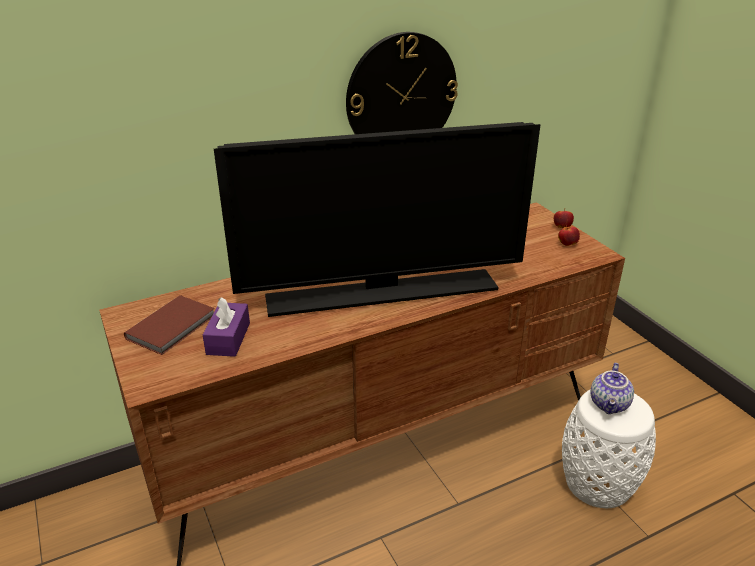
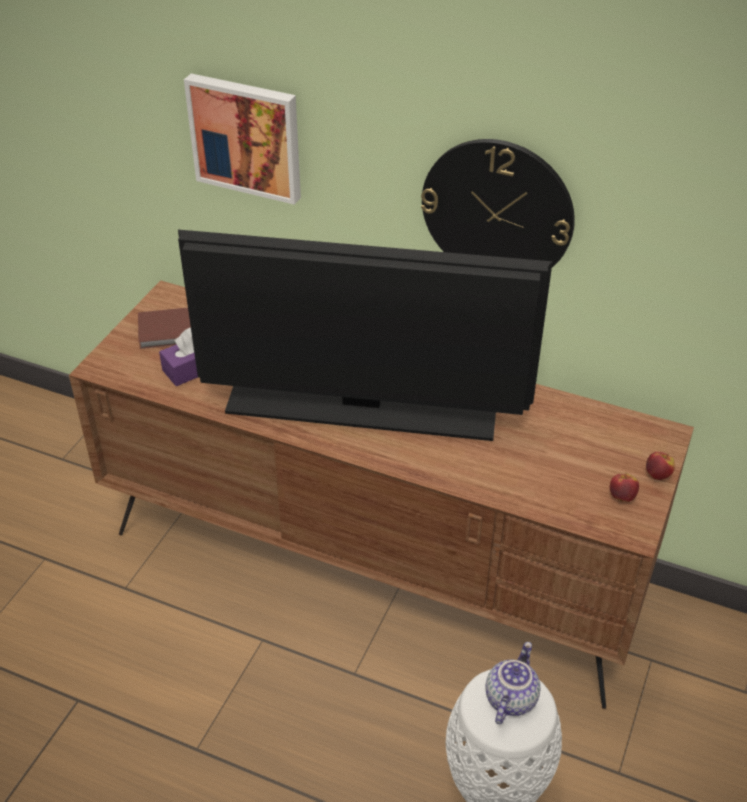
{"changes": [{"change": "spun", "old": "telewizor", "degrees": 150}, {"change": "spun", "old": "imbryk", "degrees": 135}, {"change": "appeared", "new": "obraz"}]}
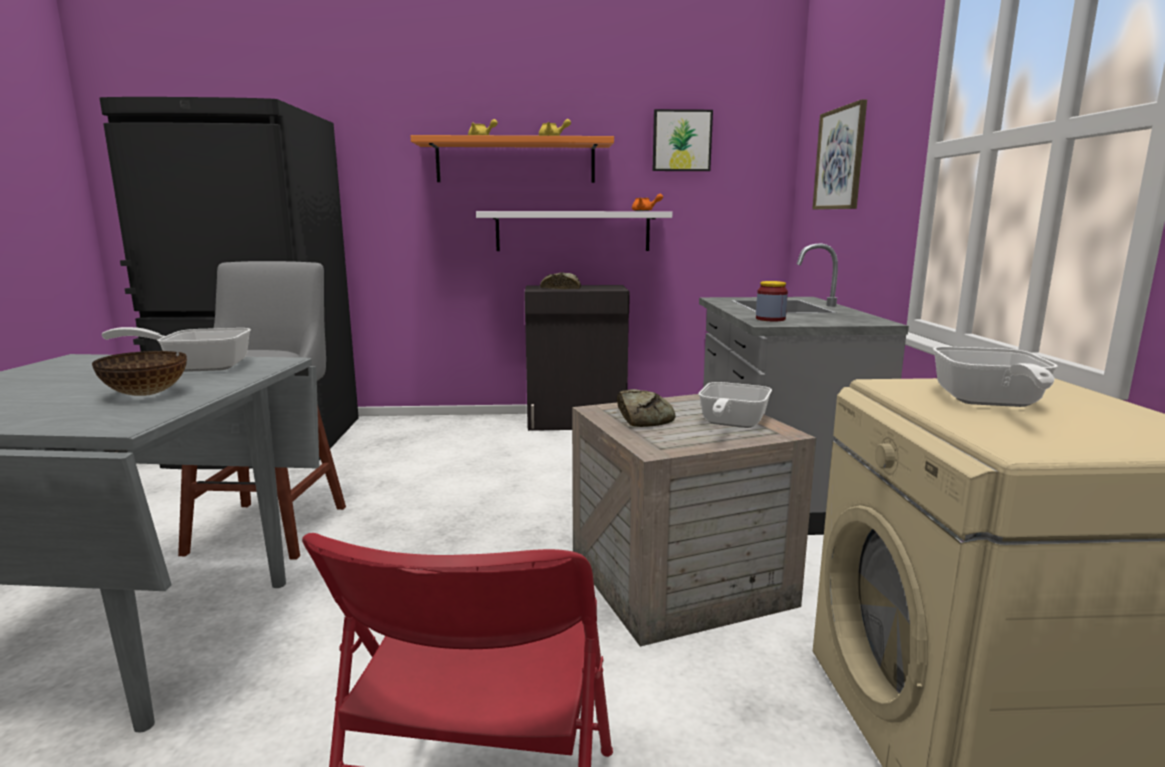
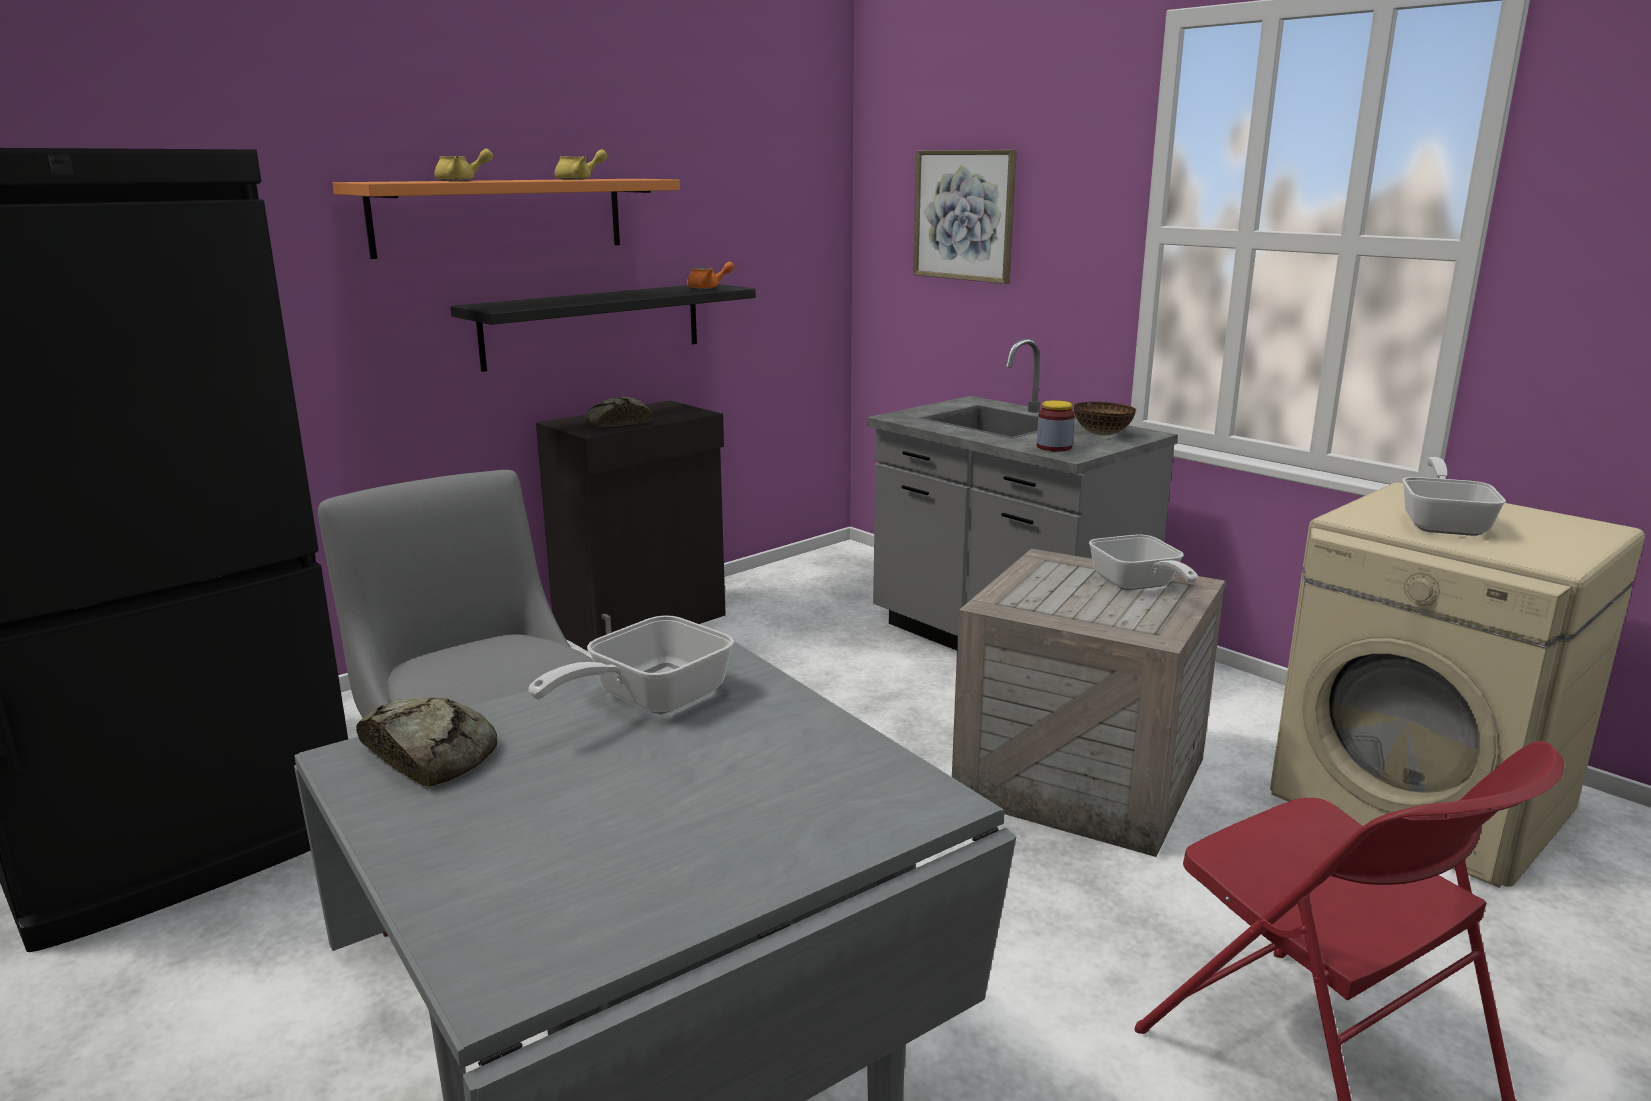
{"changes": [{"change": "relocated", "old": "miska"}, {"change": "colour", "old": "półka/biały", "new": "półka/czarny"}, {"change": "relocated", "old": "chleb (no. 2 from left in the first image)", "new": "chleb (no. 1 from left)"}, {"change": "missing", "old": "obraz (no. 1 from left)"}, {"change": "spun", "old": "patelnia (no. 3 from left)", "degrees": -135}]}
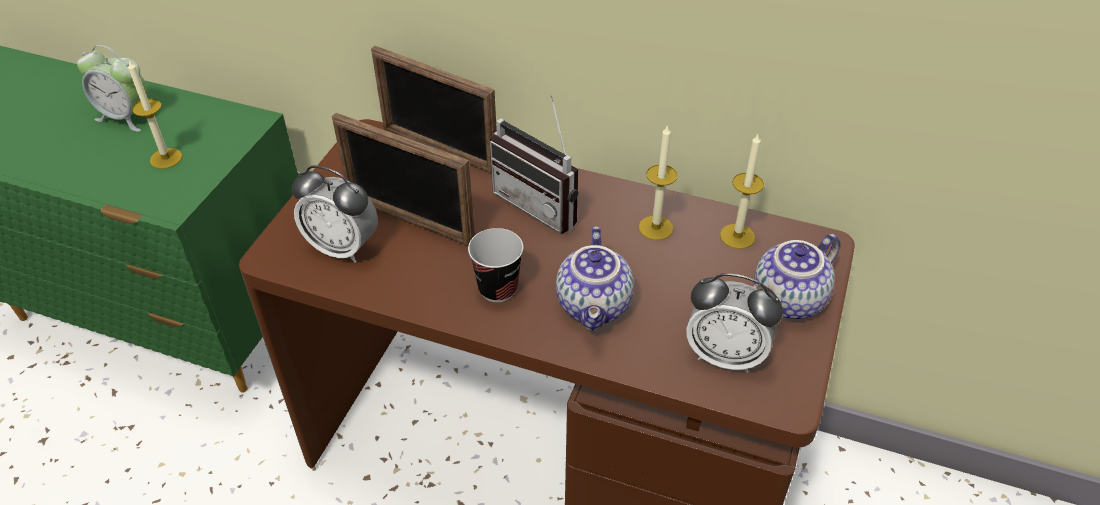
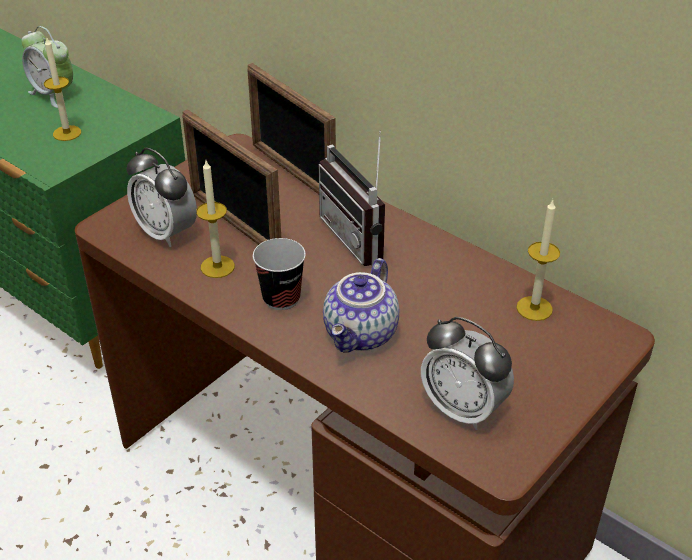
{"changes": [{"change": "relocated", "old": "świeca (no. 2 from left)"}, {"change": "missing", "old": "imbryk (no. 2 from left)"}]}
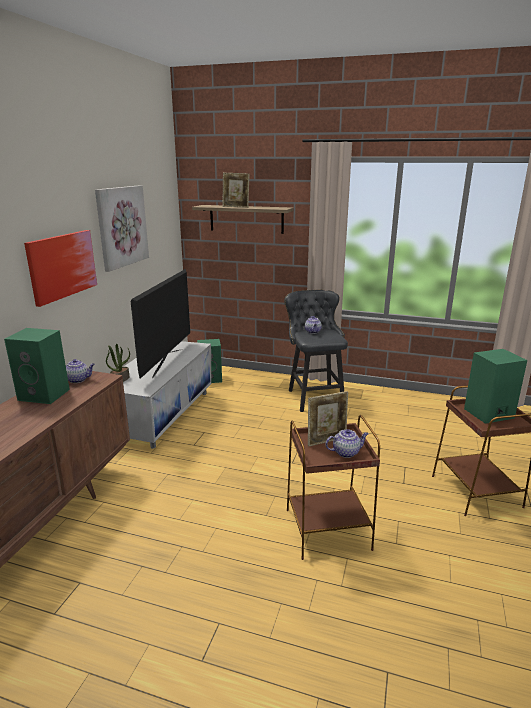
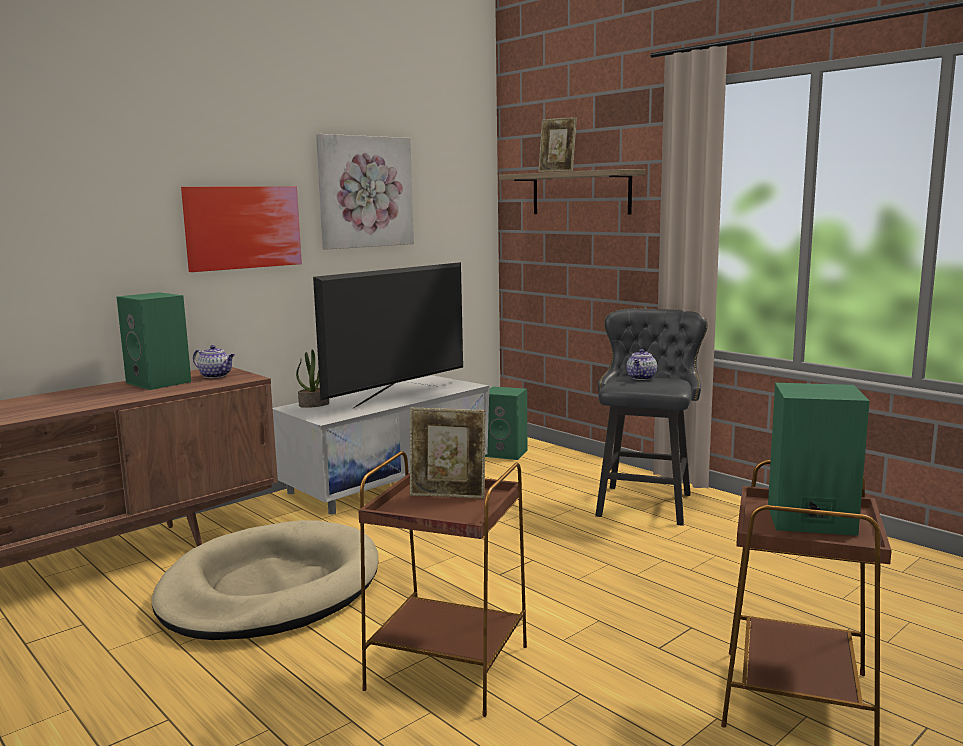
{"changes": [{"change": "missing", "old": "imbryk (no. 3 from left)"}, {"change": "appeared", "new": "legowisko/beżowy"}]}
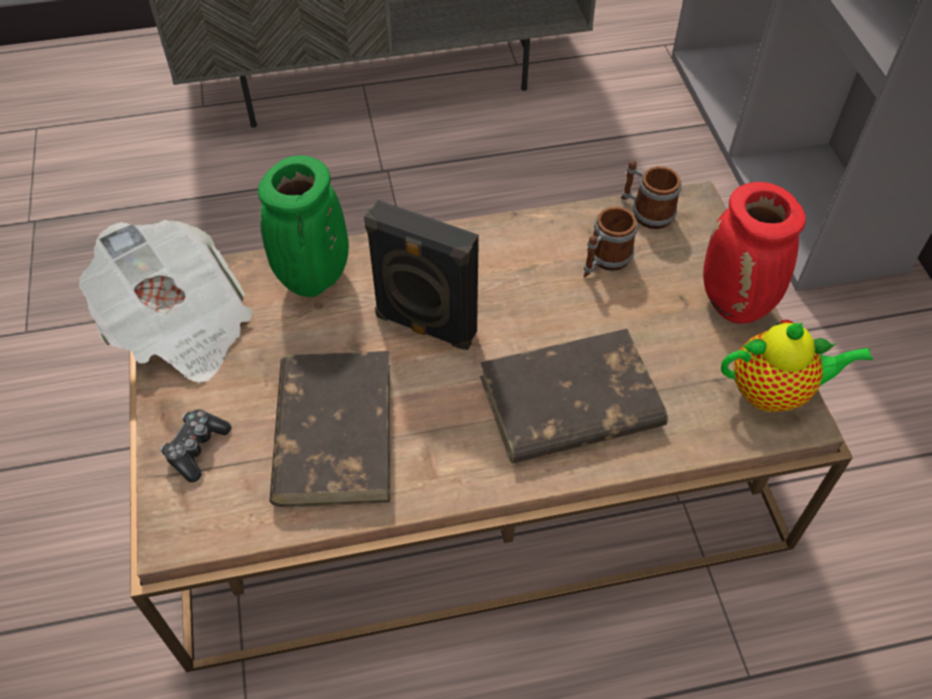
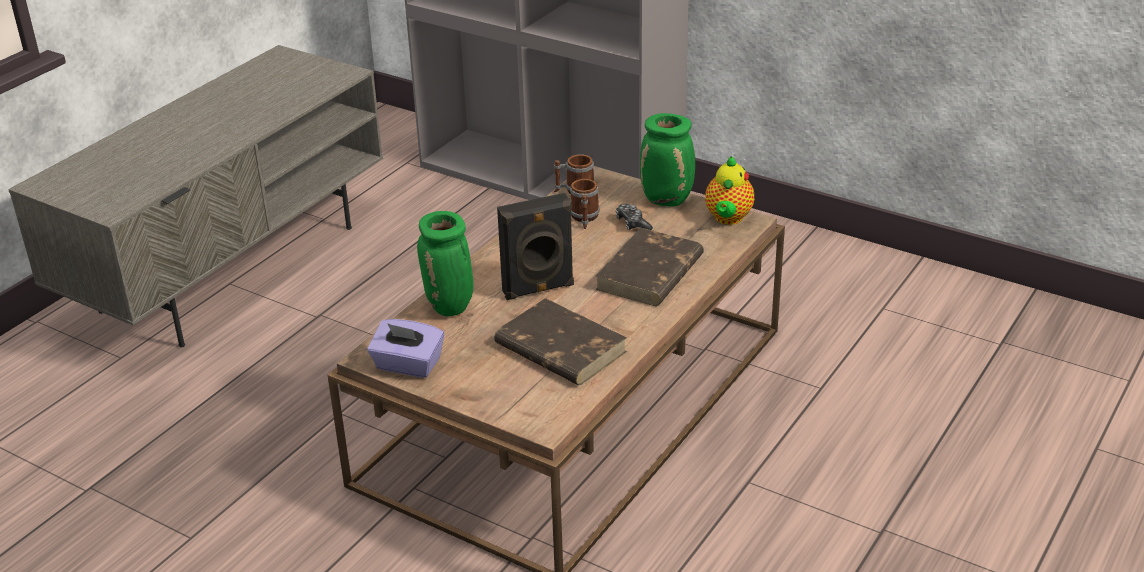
{"changes": [{"change": "exchanged", "old": "gazeta", "new": "pudełko chusteczek/fioletowy"}, {"change": "relocated", "old": "pad do gier"}, {"change": "colour", "old": "wazon/czerwony", "new": "wazon/zielony (no. 2 from left)"}, {"change": "spun", "old": "imbryk", "degrees": 150}]}
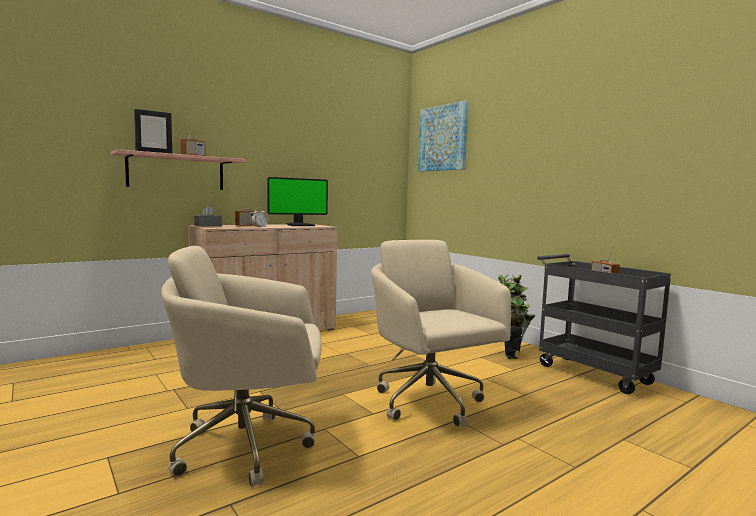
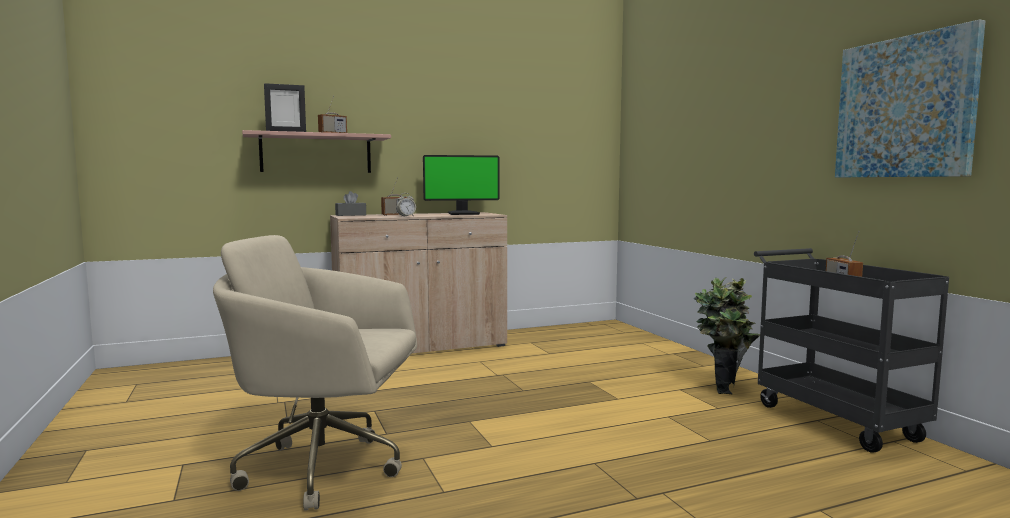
{"changes": [{"change": "missing", "old": "krzesło biurowe/beżowy (no. 2 from left)"}, {"change": "relocated", "old": "obraz"}]}
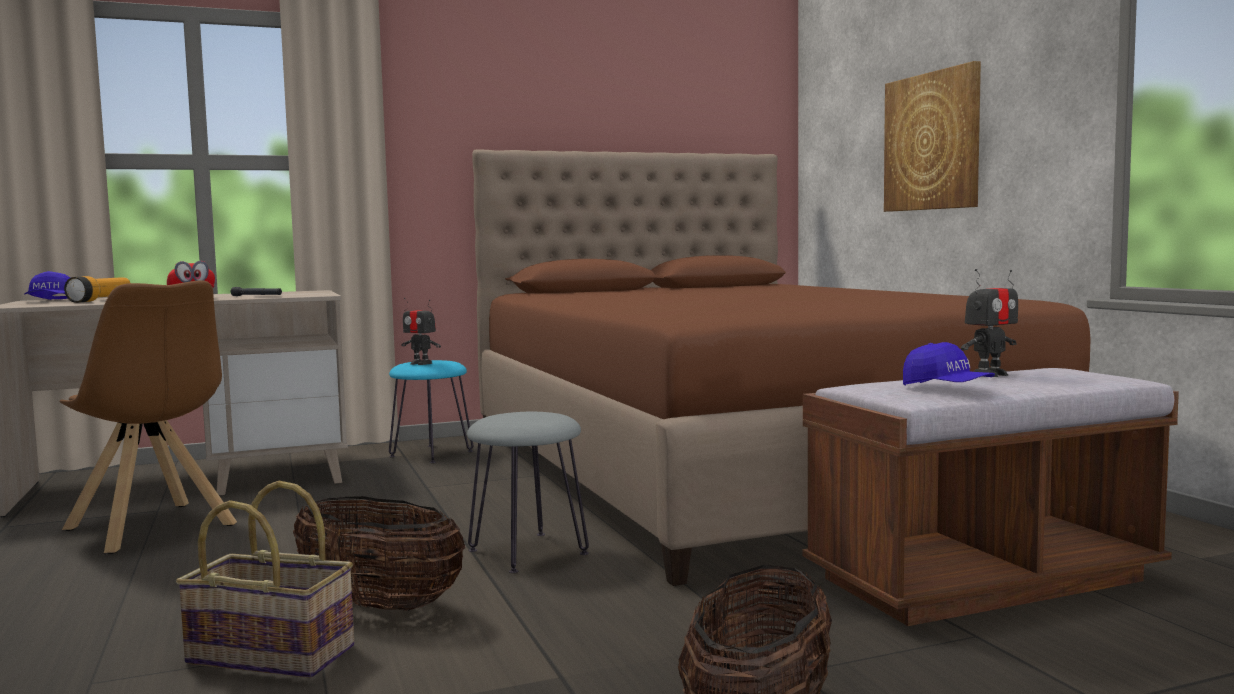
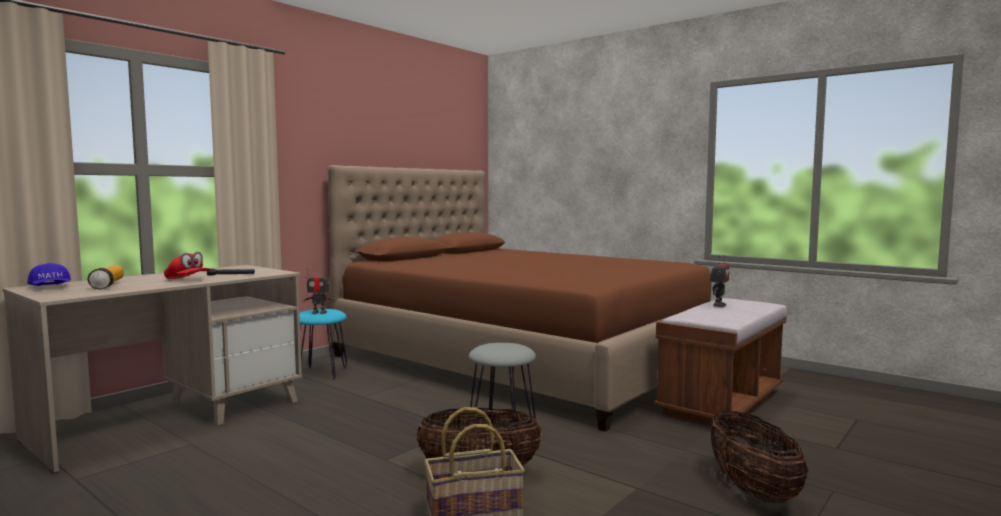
{"changes": [{"change": "missing", "old": "krzesło/brązowy"}, {"change": "missing", "old": "obraz"}, {"change": "missing", "old": "czapka z daszkiem/niebieski (no. 2 from left)"}]}
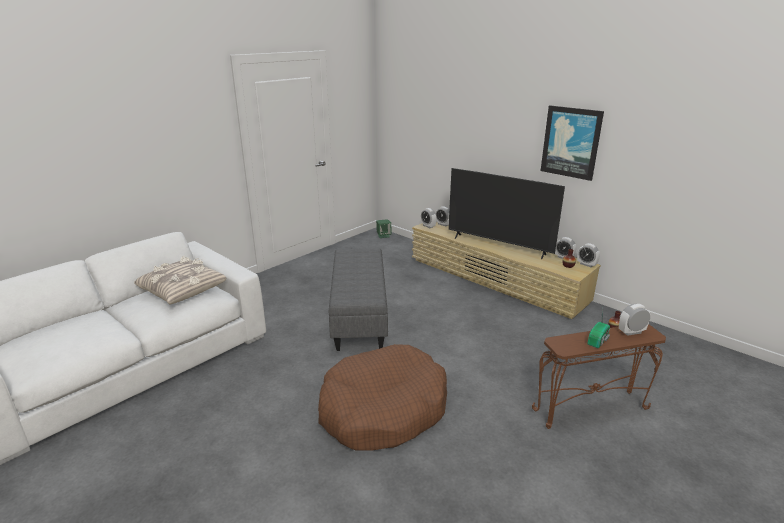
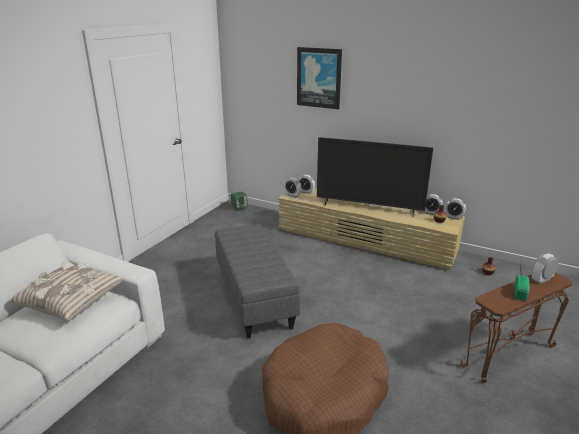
{"changes": [{"change": "relocated", "old": "obraz"}]}
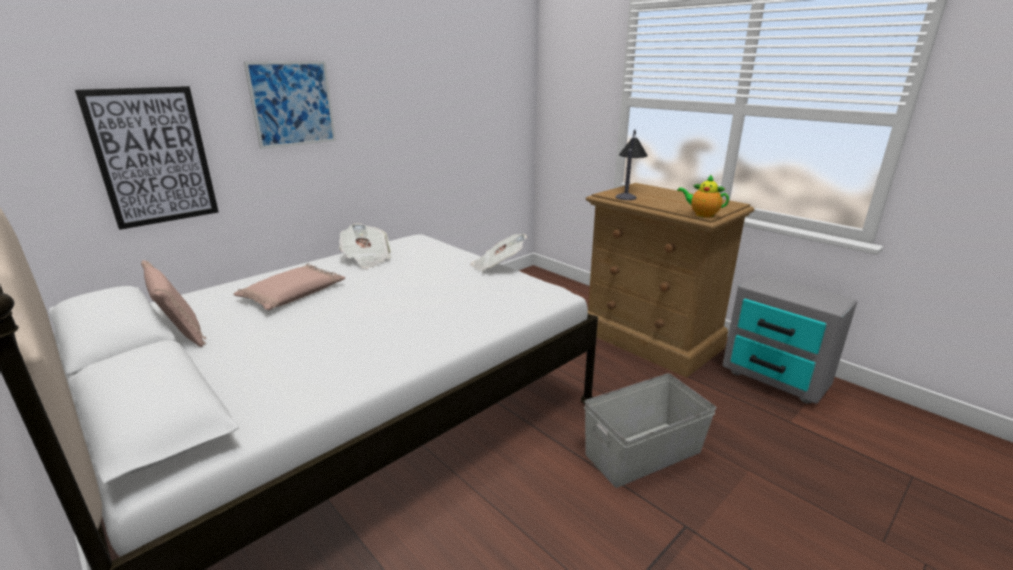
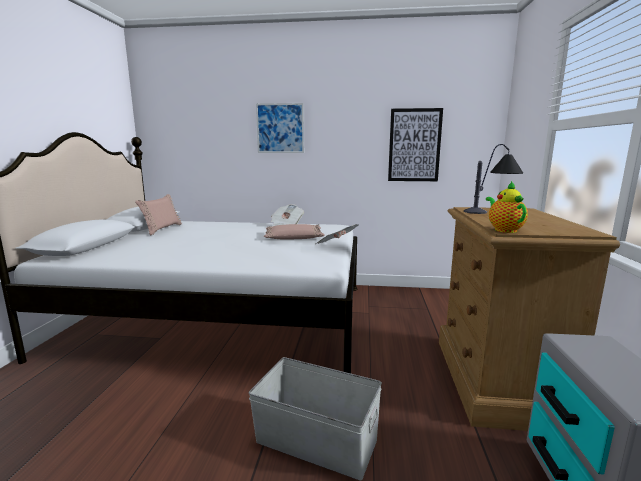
{"changes": [{"change": "relocated", "old": "obraz (no. 1 from left in the first image)", "new": "obraz (no. 2 from left)"}, {"change": "relocated", "old": "poduszka/beżowy (no. 2 from left)"}]}
